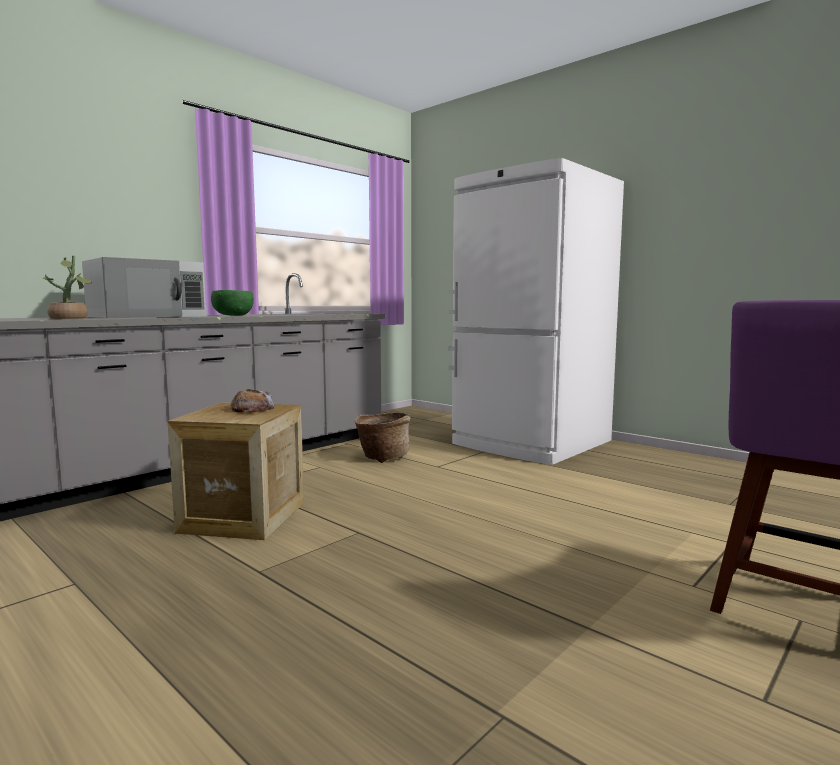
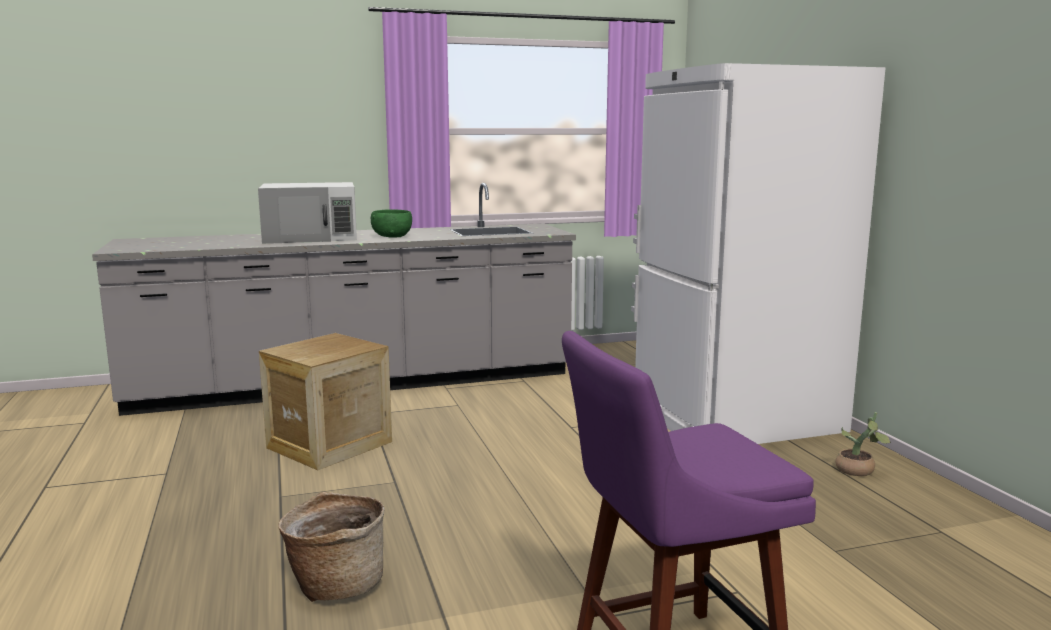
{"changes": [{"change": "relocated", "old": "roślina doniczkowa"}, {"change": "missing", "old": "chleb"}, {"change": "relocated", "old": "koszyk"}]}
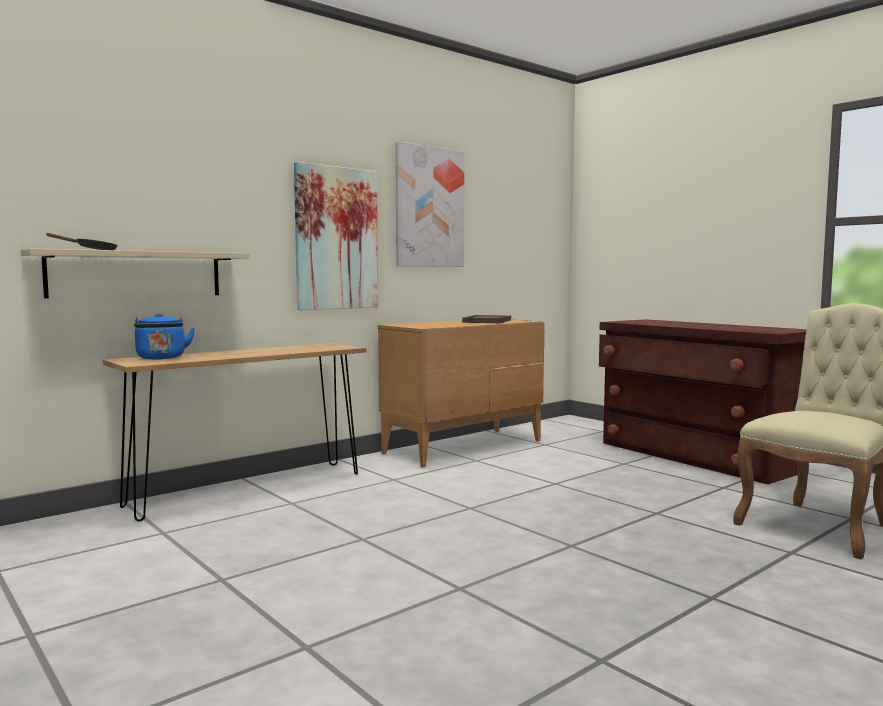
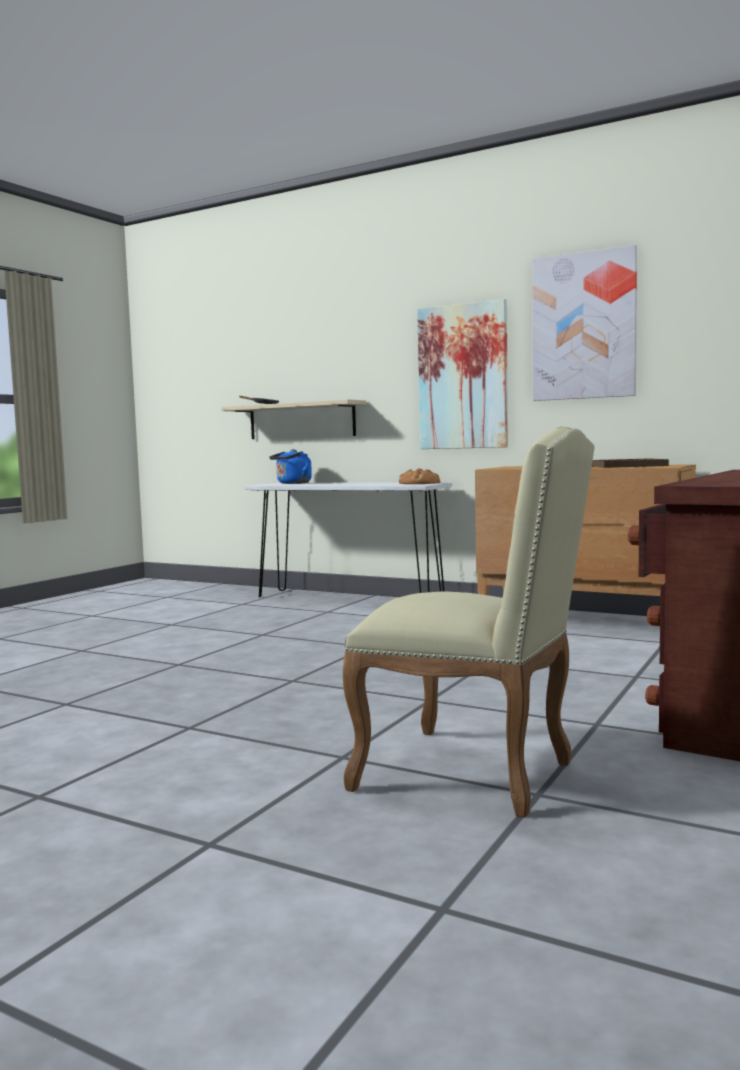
{"changes": [{"change": "colour", "old": "stolik konsolowy/brązowy", "new": "stolik konsolowy/biały"}, {"change": "appeared", "new": "chleb"}]}
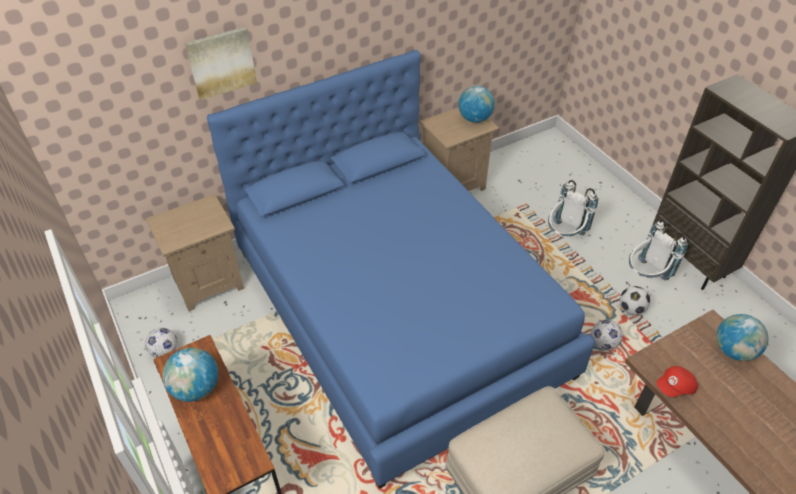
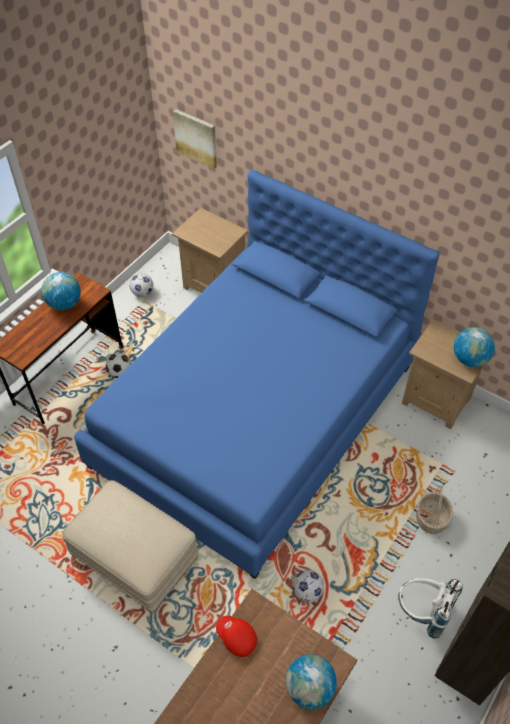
{"changes": [{"change": "relocated", "old": "obraz"}, {"change": "exchanged", "old": "plecak/biały (no. 1 from left)", "new": "koszyk"}, {"change": "relocated", "old": "piłka futbolowa (no. 3 from left in the first image)", "new": "piłka futbolowa (no. 1 from left)"}]}
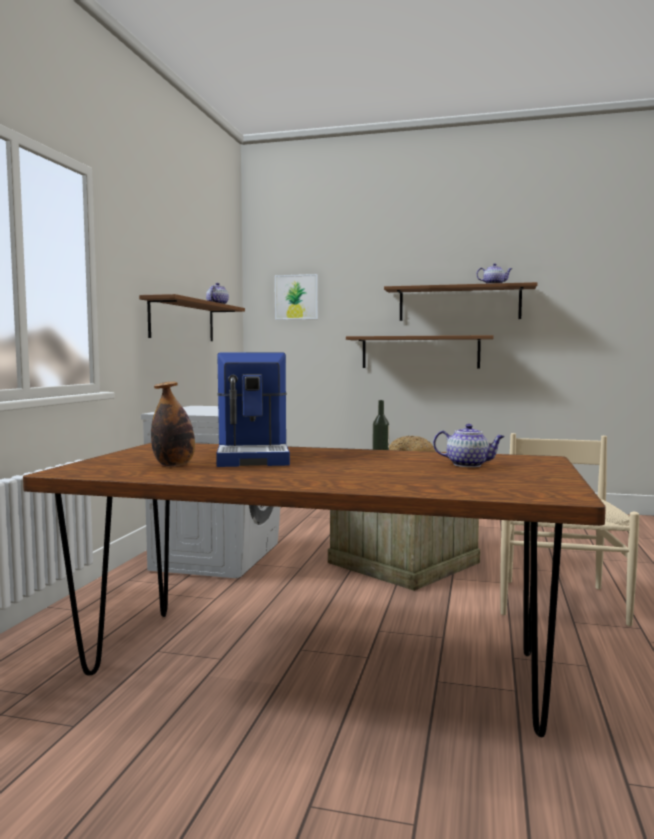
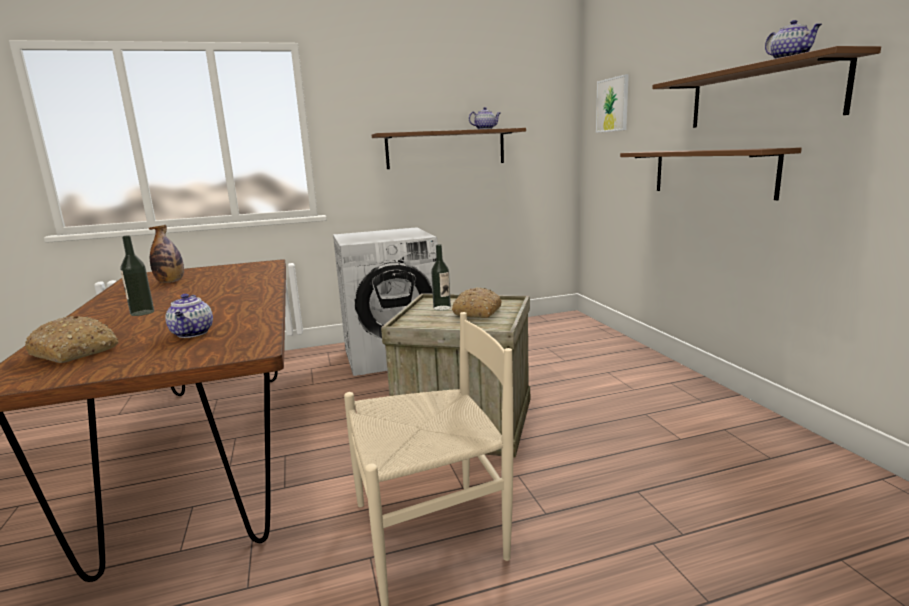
{"changes": [{"change": "missing", "old": "ekspres do kawy"}, {"change": "appeared", "new": "chleb (no. 1 from left)"}, {"change": "appeared", "new": "butelka (no. 1 from left)"}]}
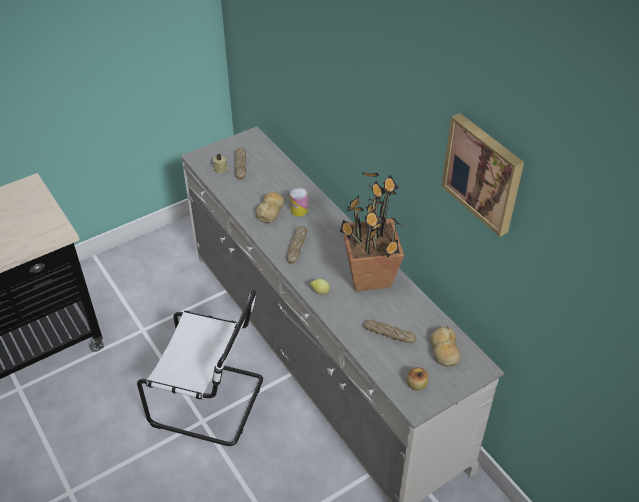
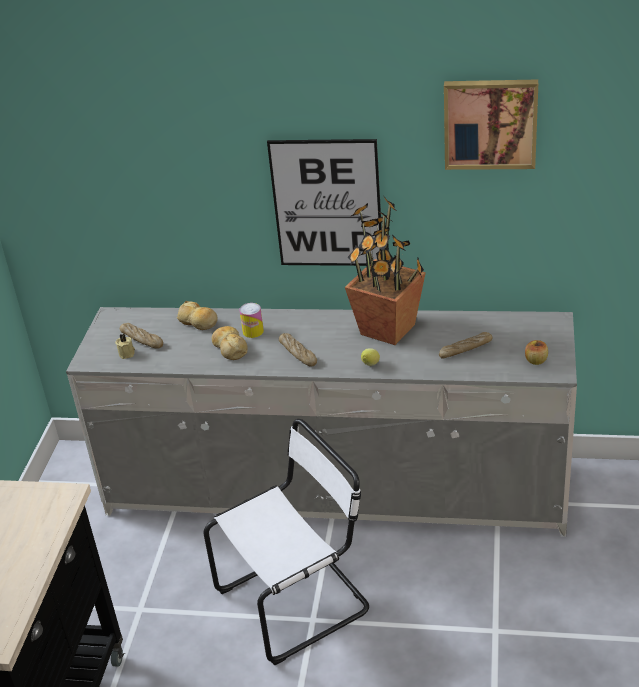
{"changes": [{"change": "relocated", "old": "chleb (no. 5 from left in the first image)", "new": "chleb (no. 2 from left)"}, {"change": "appeared", "new": "obraz (no. 1 from left)"}]}
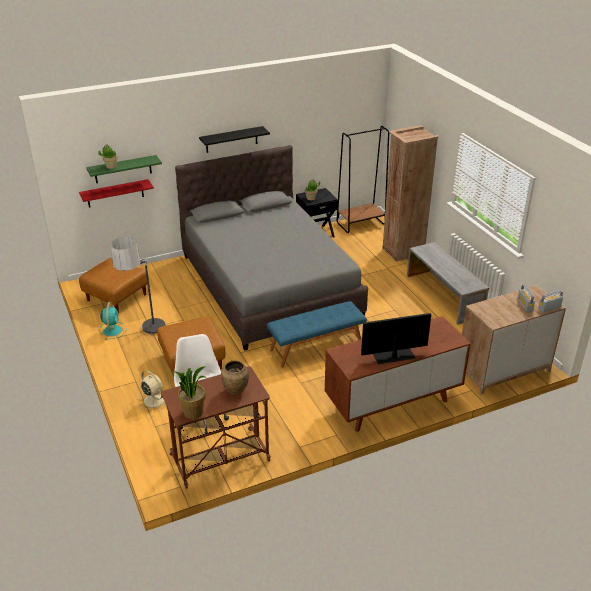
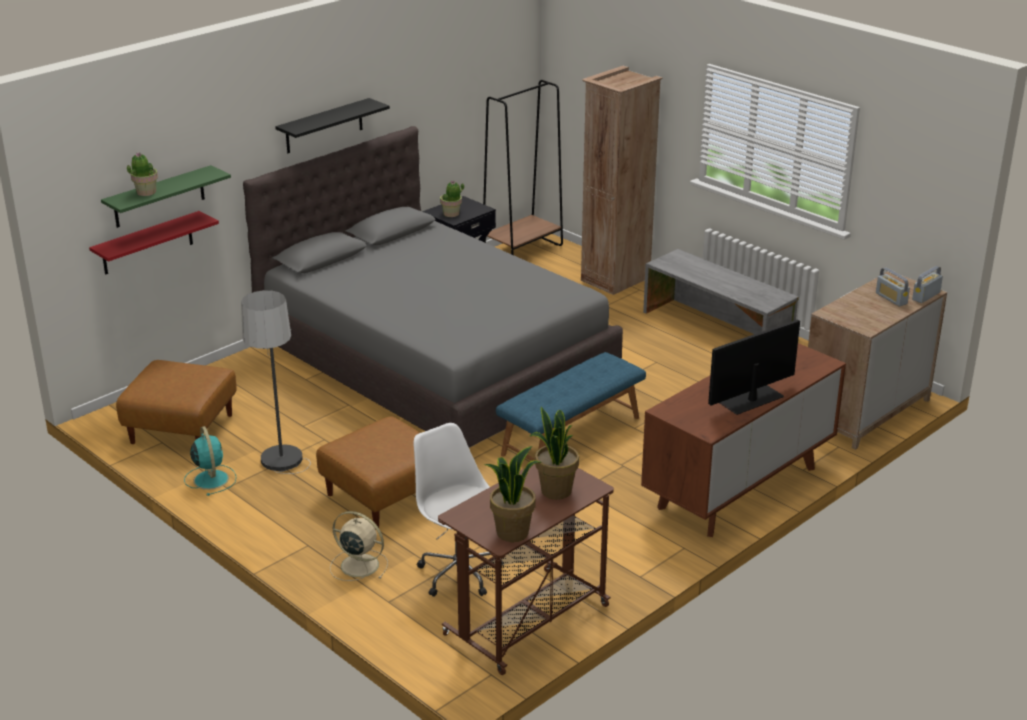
{"changes": [{"change": "exchanged", "old": "wazon/brązowy", "new": "roślina doniczkowa (no. 4 from left)"}]}
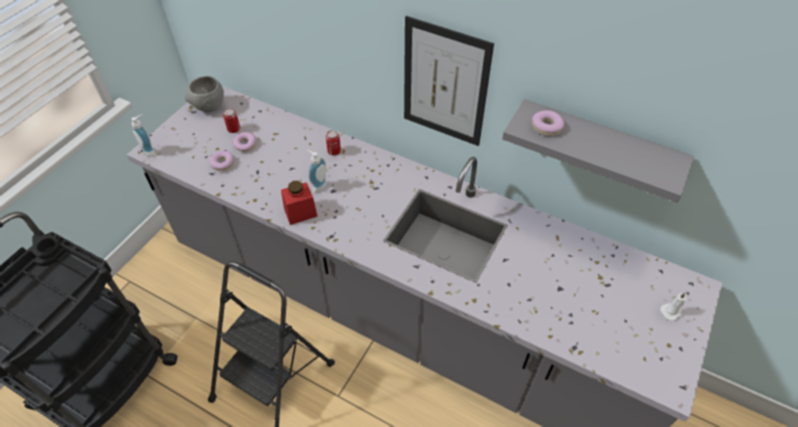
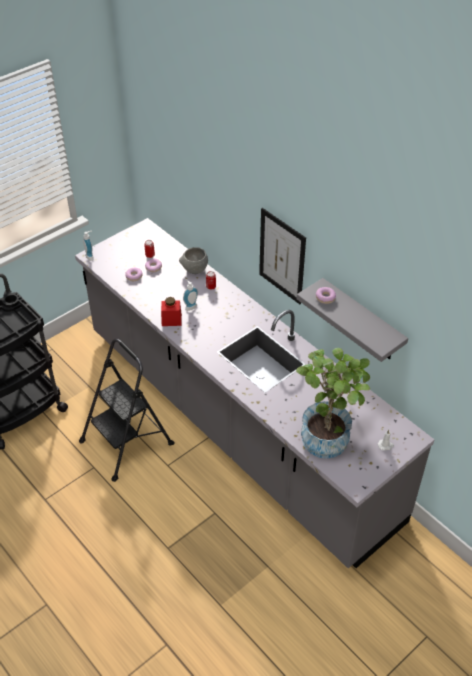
{"changes": [{"change": "relocated", "old": "miska/szary"}, {"change": "appeared", "new": "roślina doniczkowa"}]}
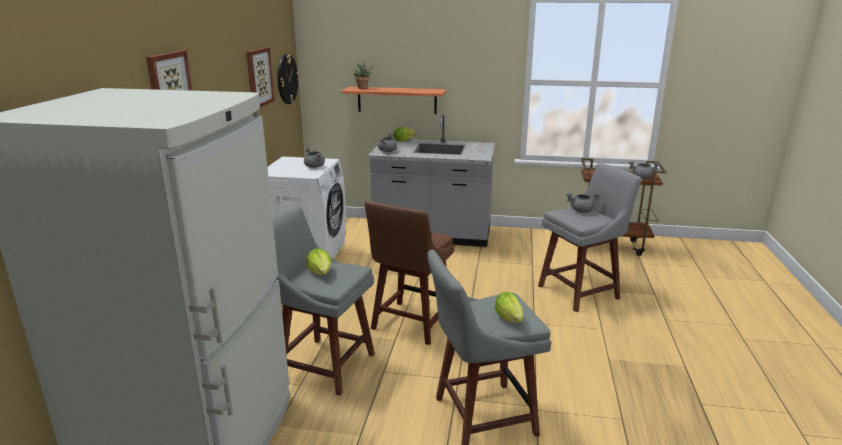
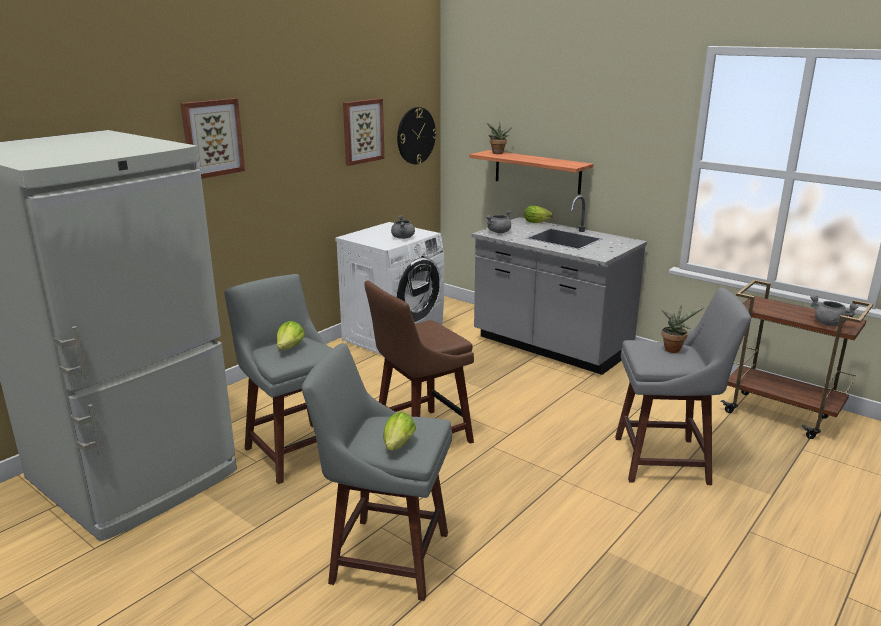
{"changes": [{"change": "exchanged", "old": "garnek/szary (no. 3 from left)", "new": "roślina doniczkowa (no. 2 from left)"}]}
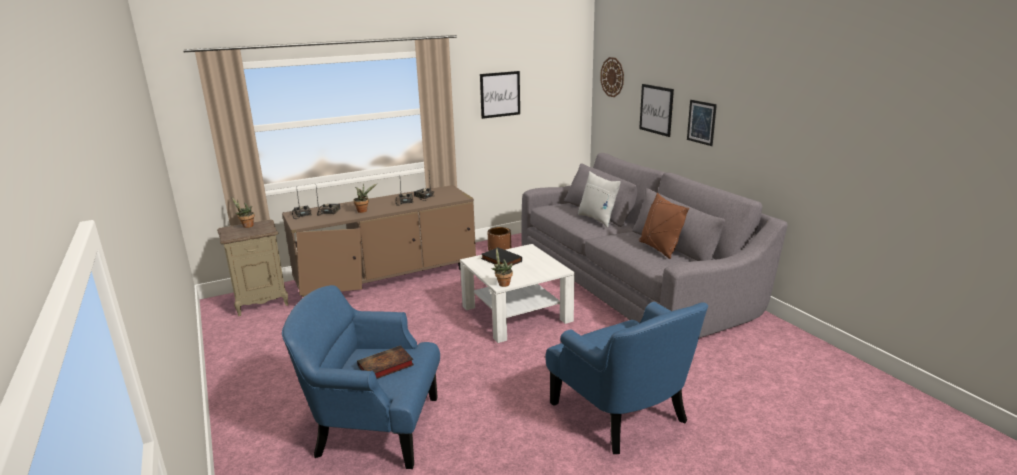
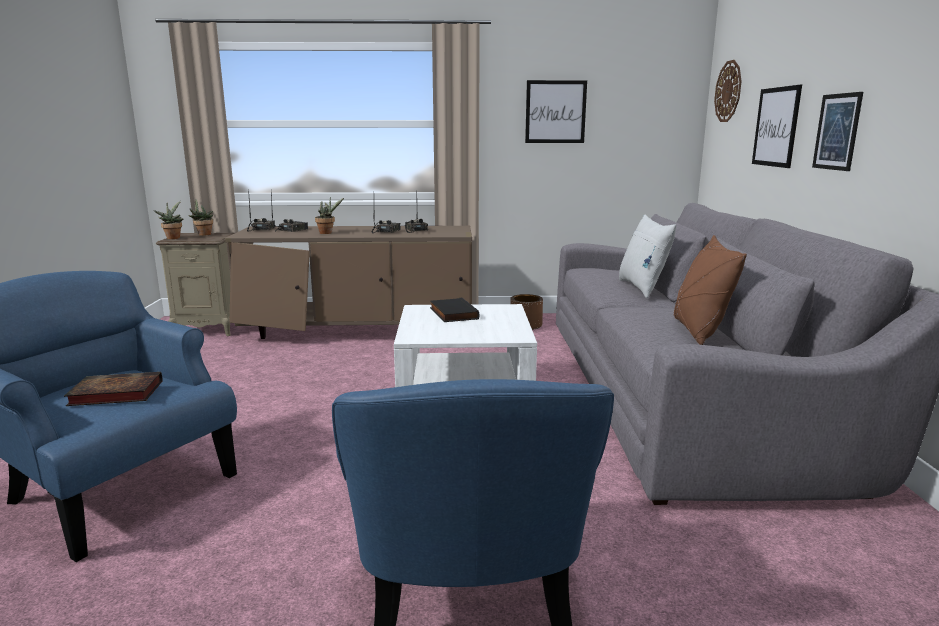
{"changes": [{"change": "relocated", "old": "roślina doniczkowa (no. 3 from left in the first image)", "new": "roślina doniczkowa (no. 1 from left)"}]}
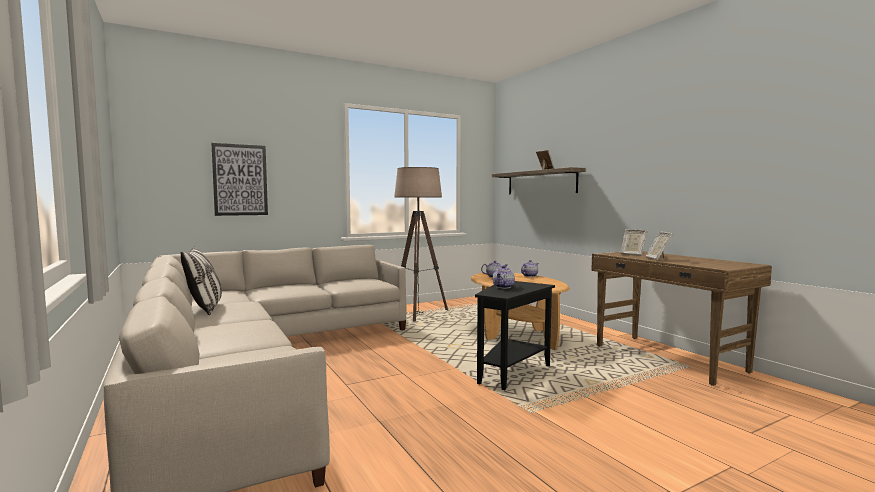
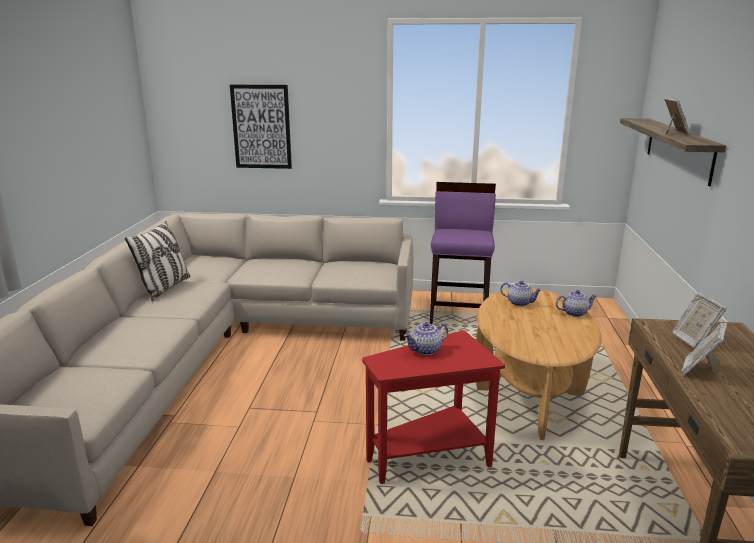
{"changes": [{"change": "exchanged", "old": "lampa stojąca", "new": "stołek/fioletowy"}, {"change": "colour", "old": "stolik/czarny", "new": "stolik/czerwony"}]}
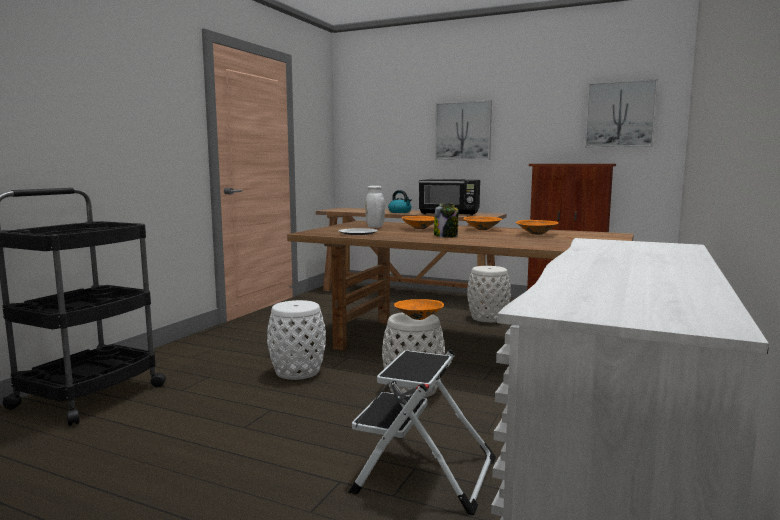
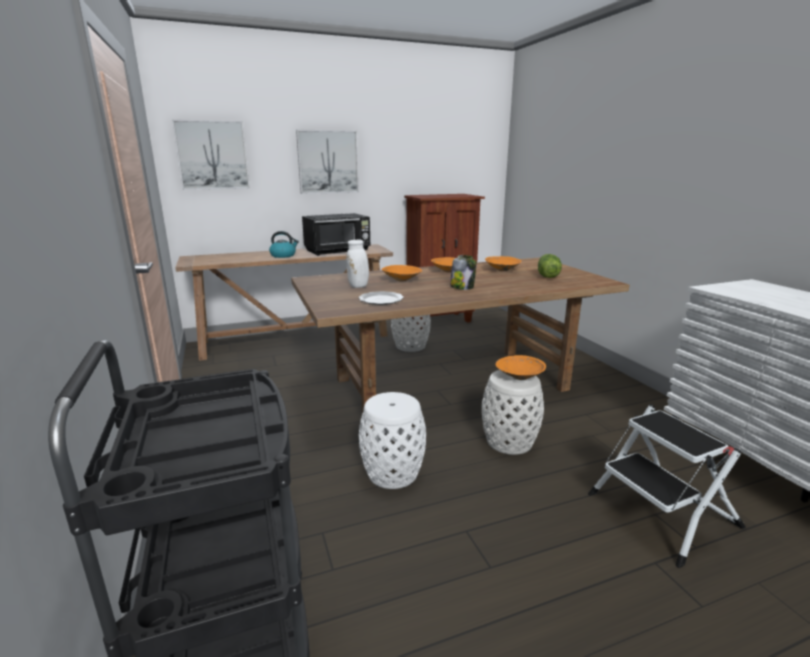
{"changes": [{"change": "relocated", "old": "obraz (no. 2 from left in the first image)", "new": "obraz (no. 1 from left)"}, {"change": "appeared", "new": "sałata"}]}
